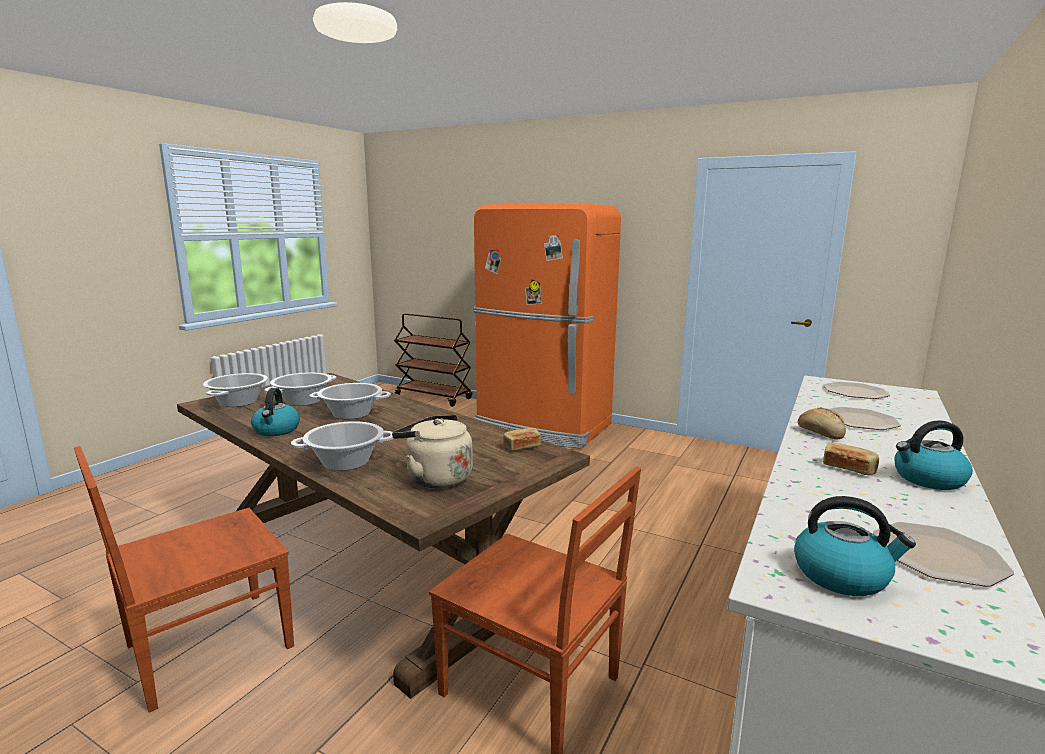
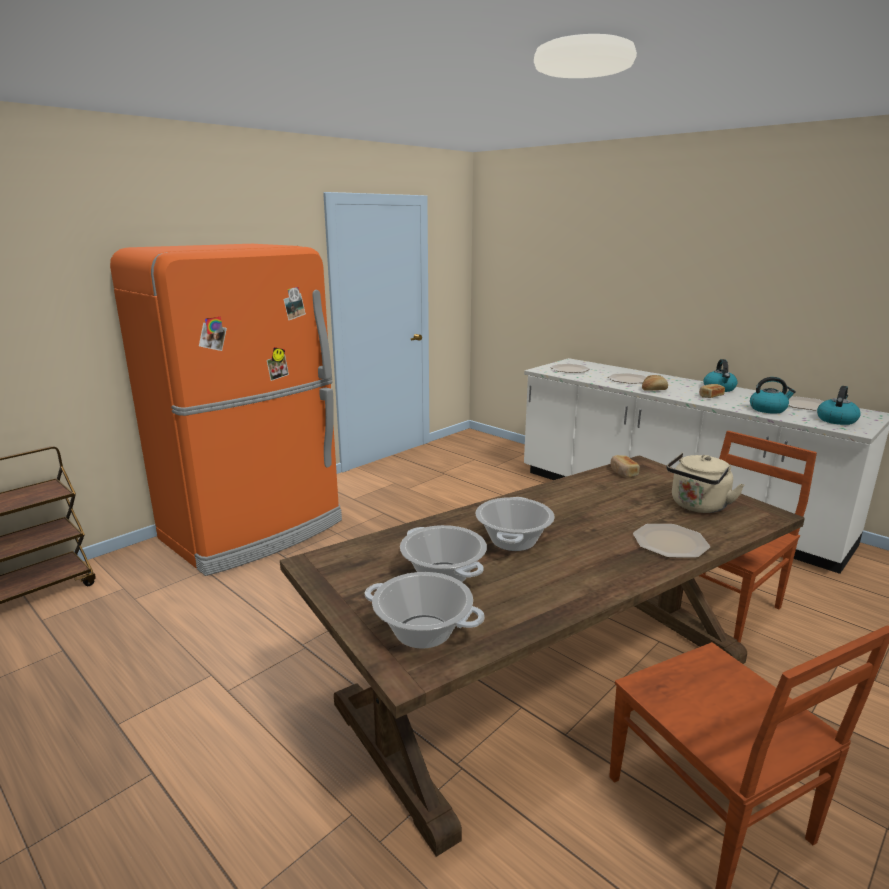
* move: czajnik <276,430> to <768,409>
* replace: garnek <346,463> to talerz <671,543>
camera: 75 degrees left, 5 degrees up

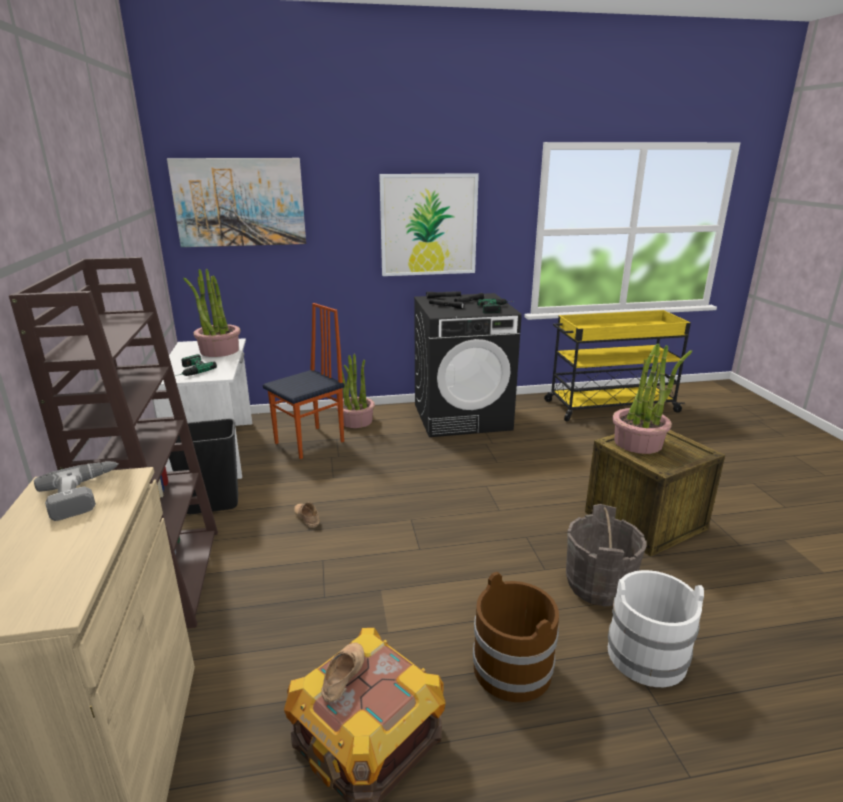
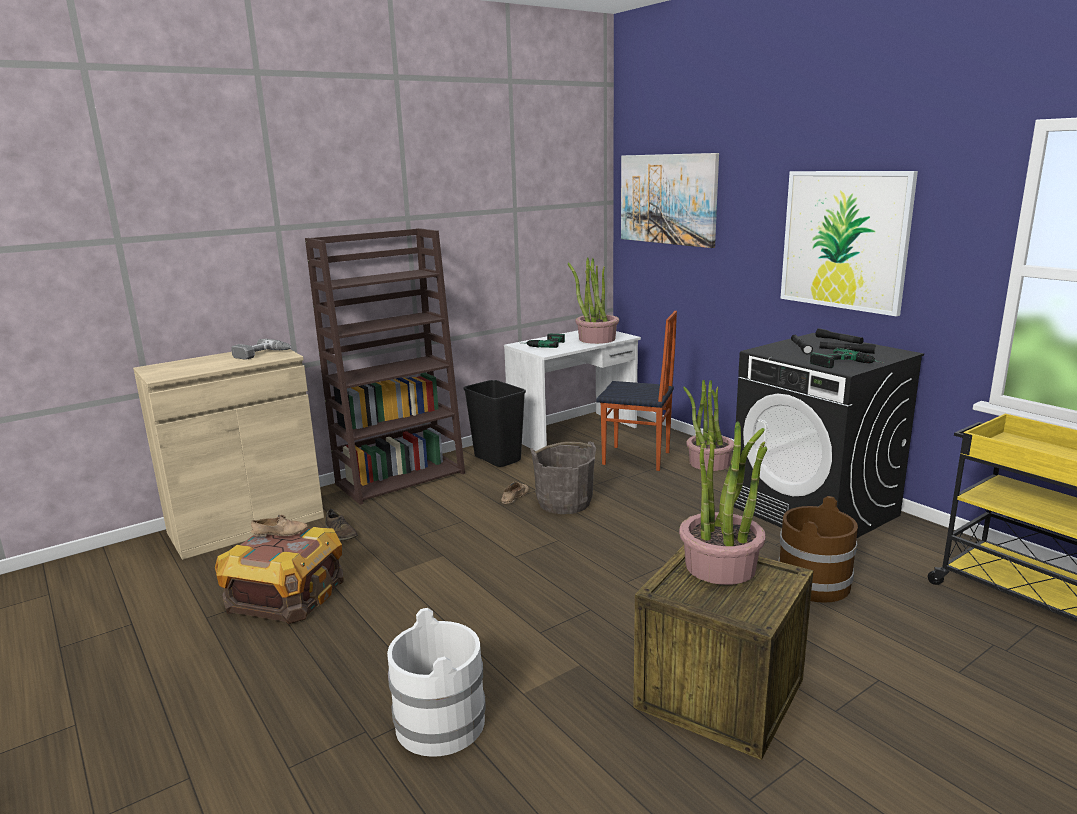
* move: wiadro/szary <598,585> to <564,502>
* move: wiadro/brązowy <511,668> to <813,583>
* insert: but/brązowy <341,532>
camera: 65 degrees right, 5 degrees down

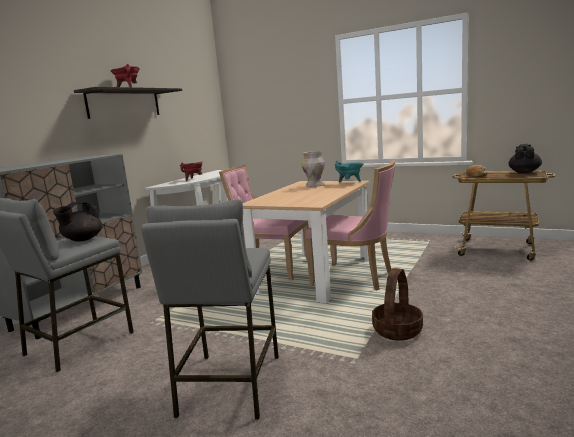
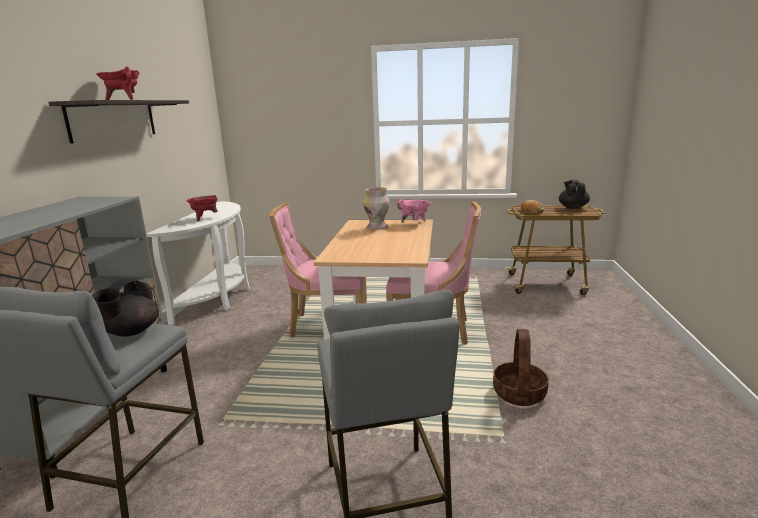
* recolor: garnek/turkusowy <349,183> to garnek/różowy <414,223>
camera: 20 degrees left, 5 degrees up

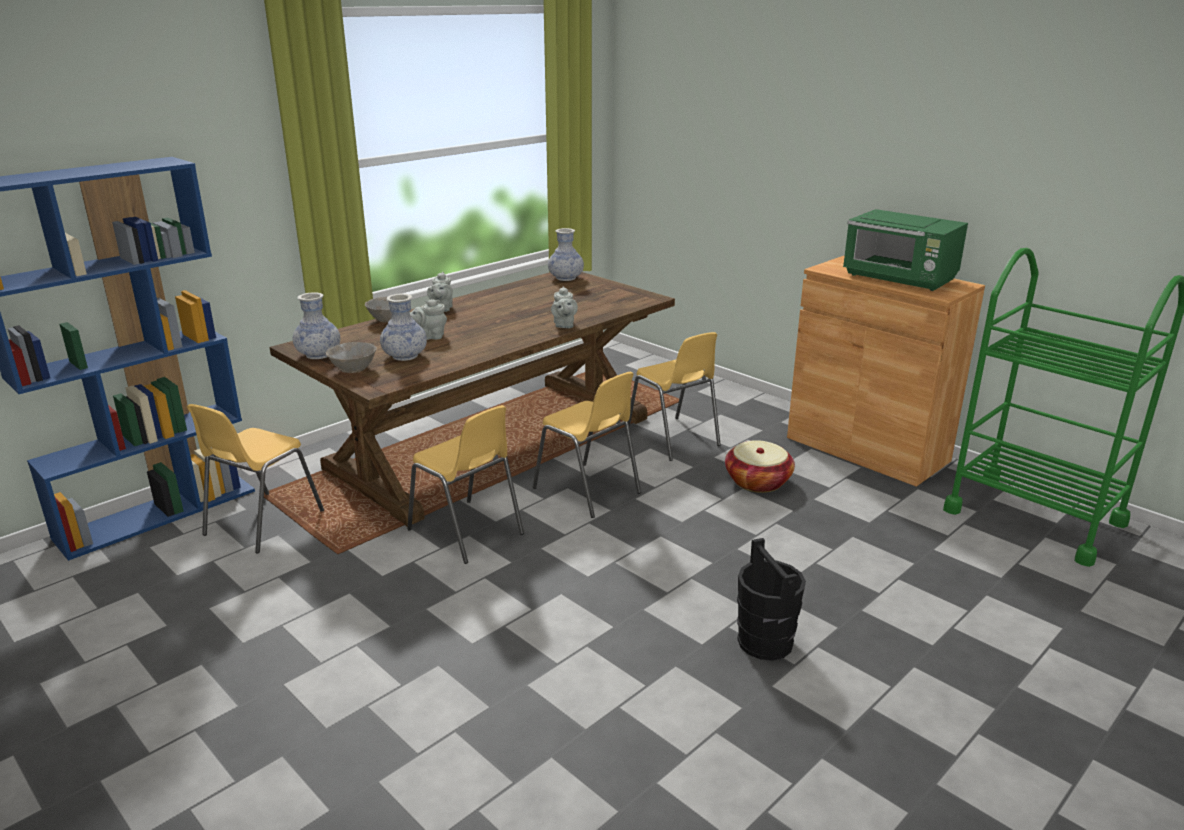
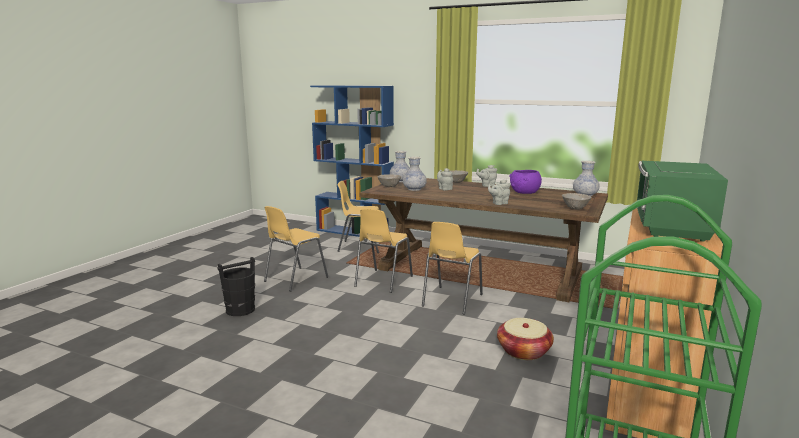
* move: krzesło/żółty <673,439> to <295,279>
* move: wiadro/czarny <765,641> to <241,310>
* insert: miska/fioletowy <524,193>
* insert: miska/szary <575,208>
camera: 70 degrees right, 10 degrees down

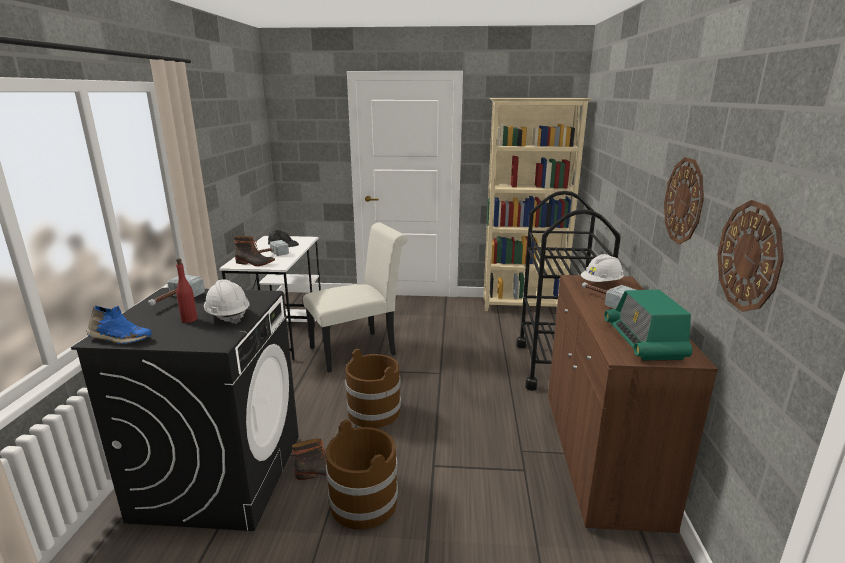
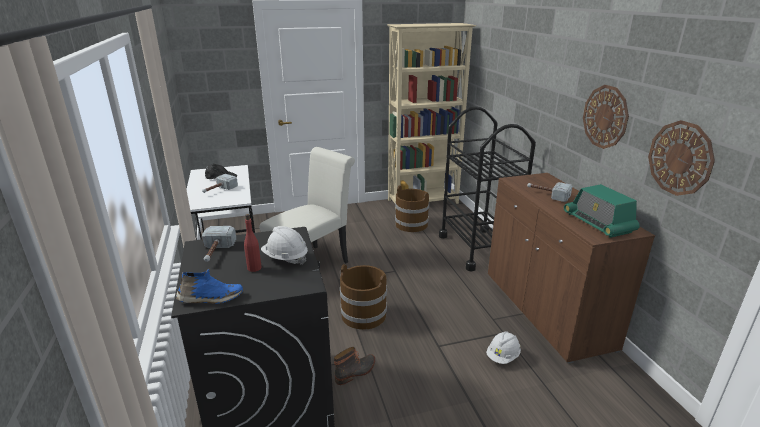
* delete: but z cholewką <254,263>
* move: kask/biały <601,283> to <503,356>
* move: wiadro/brązowy <363,502> to <411,224>
camera: 20 degrees left, 5 degrees up

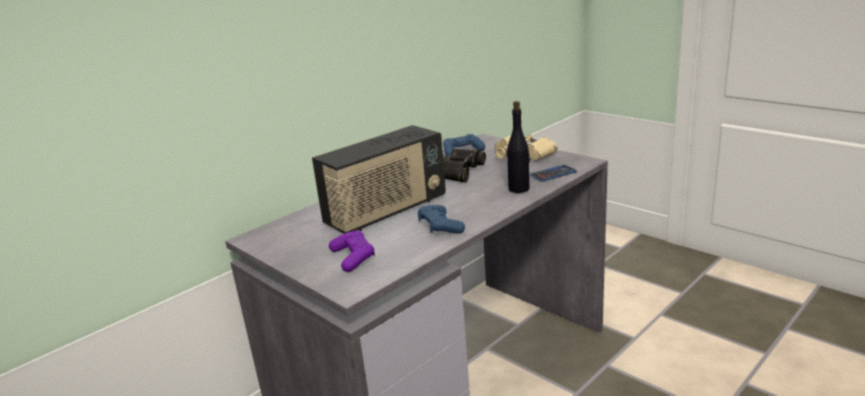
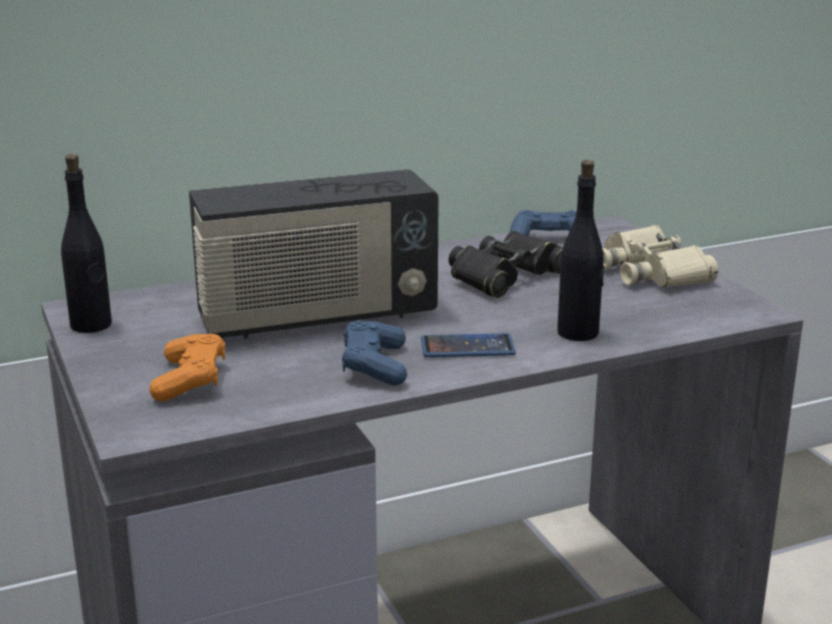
* move: telefon <553,174> to <467,347>
* recolor: pad do gier/fioletowy <353,257> to pad do gier/pomarańczowy <190,380>
* insert: butelka/czarny <91,325>
camera: 20 degrees right, 0 degrees up

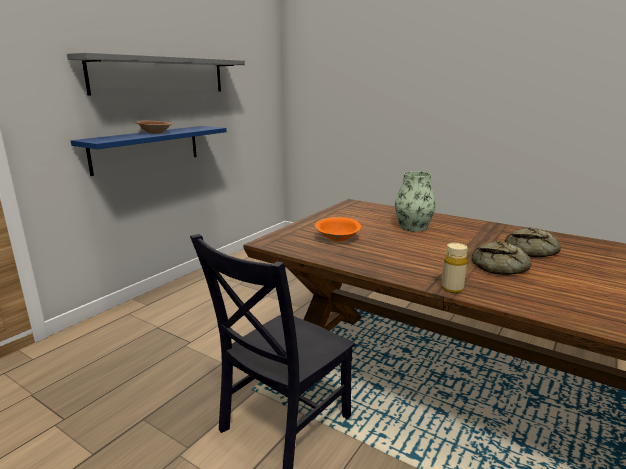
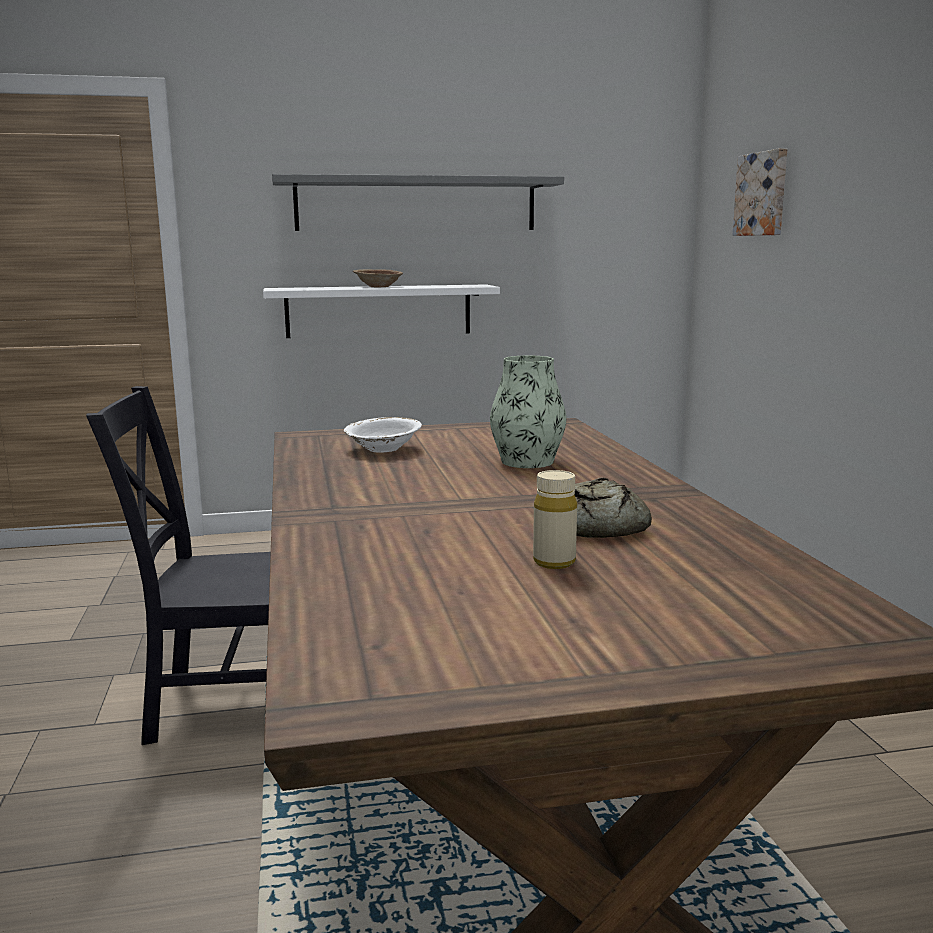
* recolor: półka/niebieski <146,149> to półka/biały <379,311>
* recolor: miska/pomarańczowy <337,238> to miska/biały <383,449>
* delete: chleb <501,266>
* move: butelka/beżowy <452,289> to <554,562>
* insert: obraz <763,194>
camera: 45 degrees right, 5 degrees down

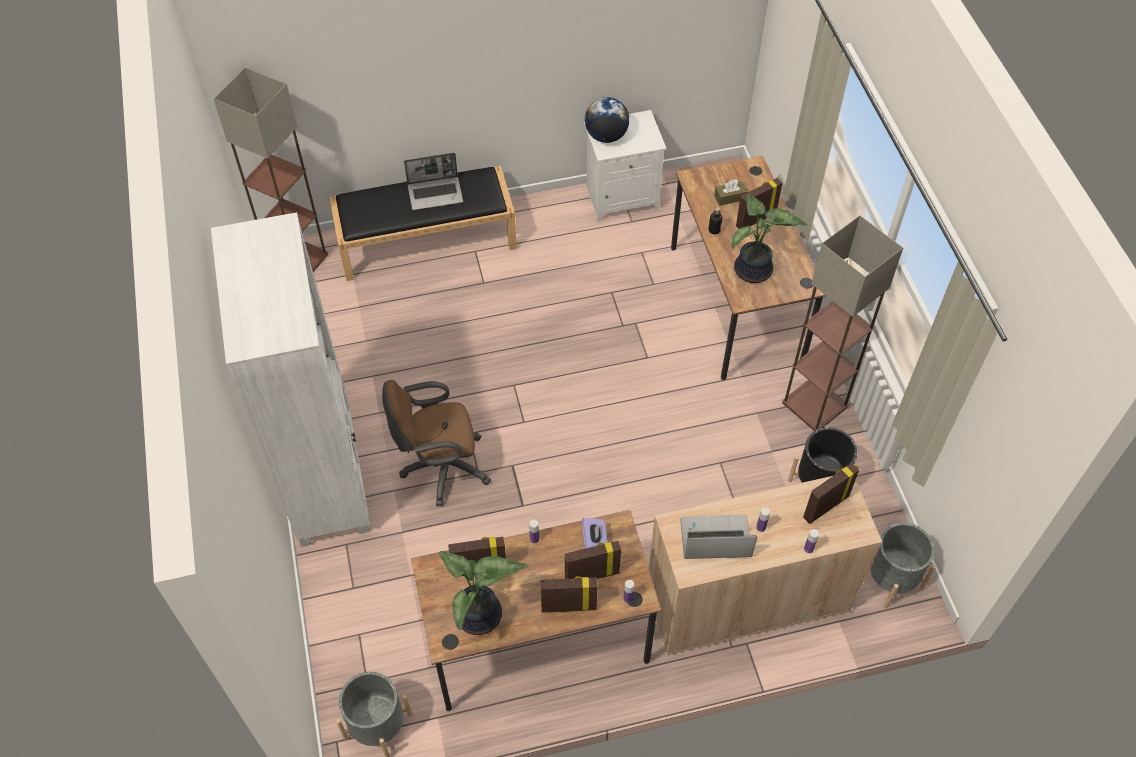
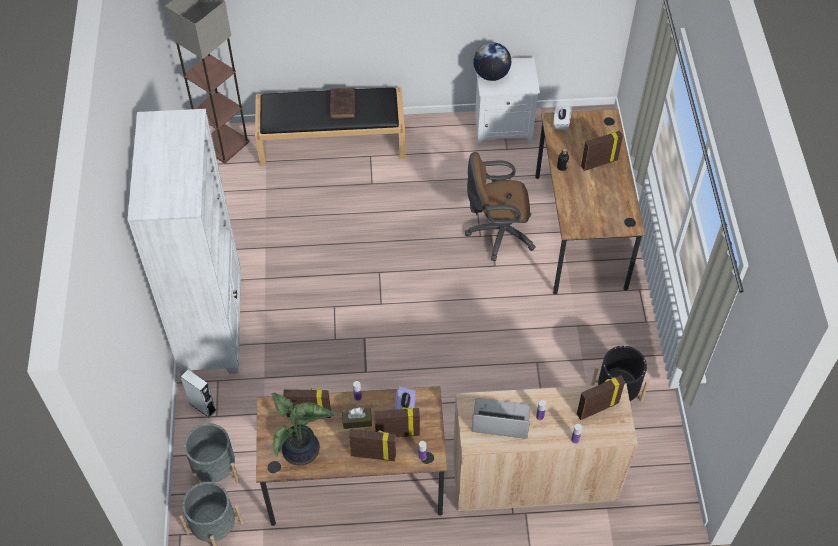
* replace: laptop <436,193> to książka/brązowy <342,104>
* move: pudełko chusteczek/brązowy <730,197> to <357,421>
* delete: roślina doniczkowa <753,273>
* delete: lampa stojąca <816,404>
* move: krzesło biurowe/brązowy <441,468> to <497,233>
* move: donica/szary <891,578> to <215,470>
* insert: pudełko chusteczek/biały <561,122>
* insert: głośnik/biały <202,406>
camera: 10 degrees right, 0 degrees up

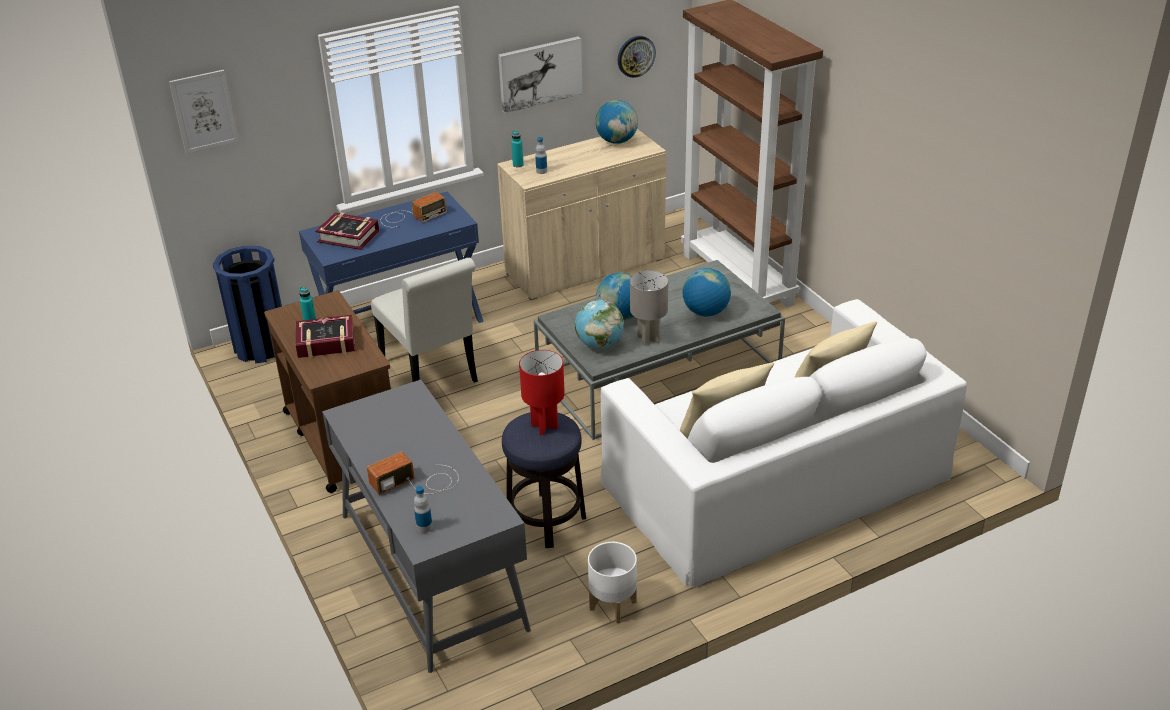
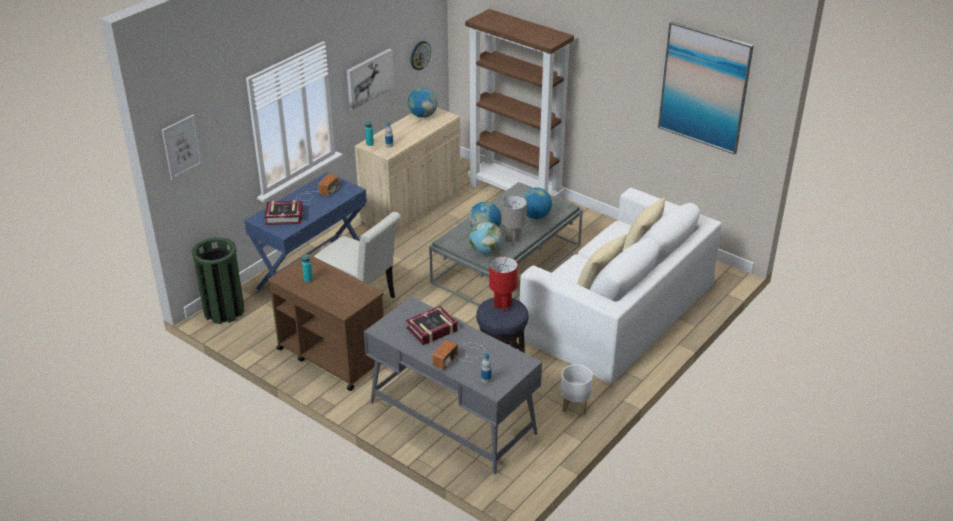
* recolor: kosz na śmieci/niebieski <261,347> to kosz na śmieci/zielony <224,311>
* move: książka <326,342> to <432,330>
* insert: obraz <704,87>
camera: 25 degrees left, 0 degrees up

